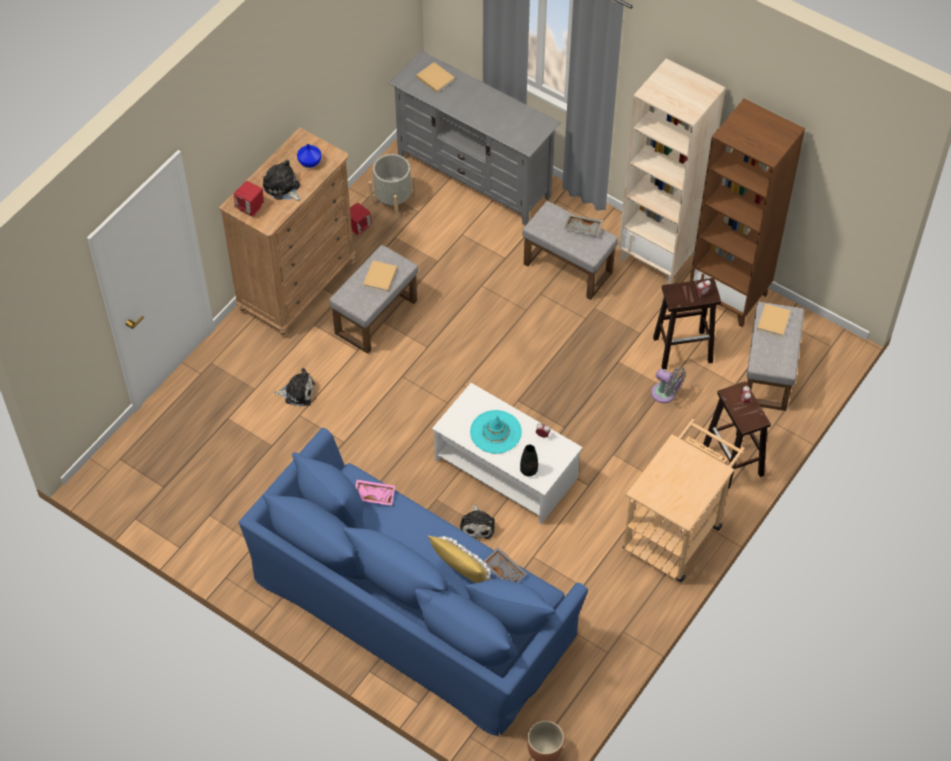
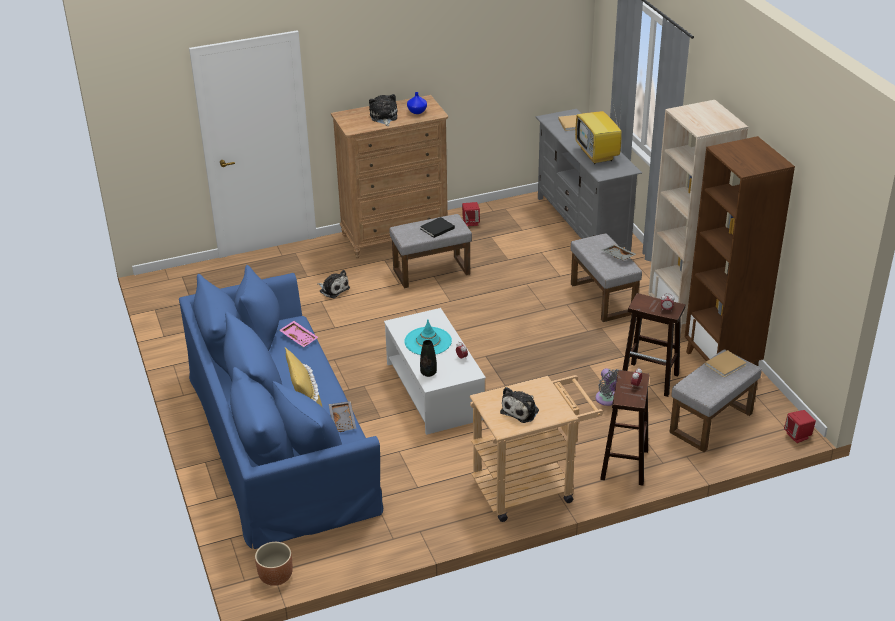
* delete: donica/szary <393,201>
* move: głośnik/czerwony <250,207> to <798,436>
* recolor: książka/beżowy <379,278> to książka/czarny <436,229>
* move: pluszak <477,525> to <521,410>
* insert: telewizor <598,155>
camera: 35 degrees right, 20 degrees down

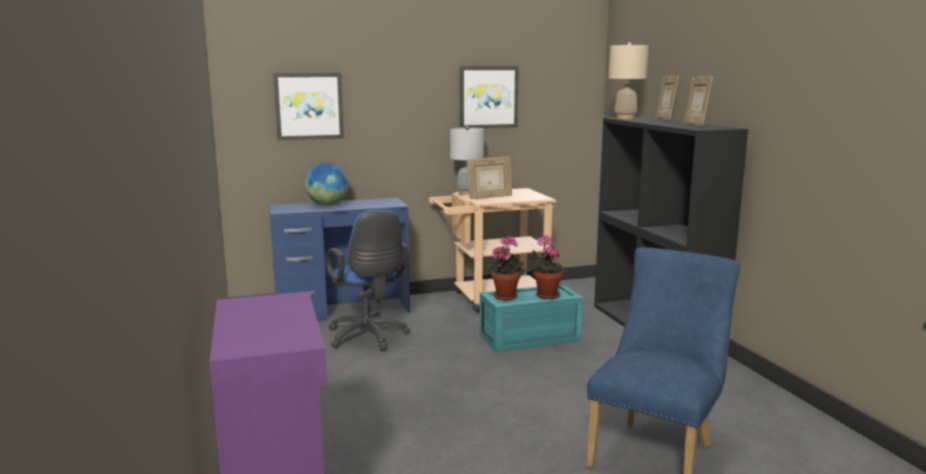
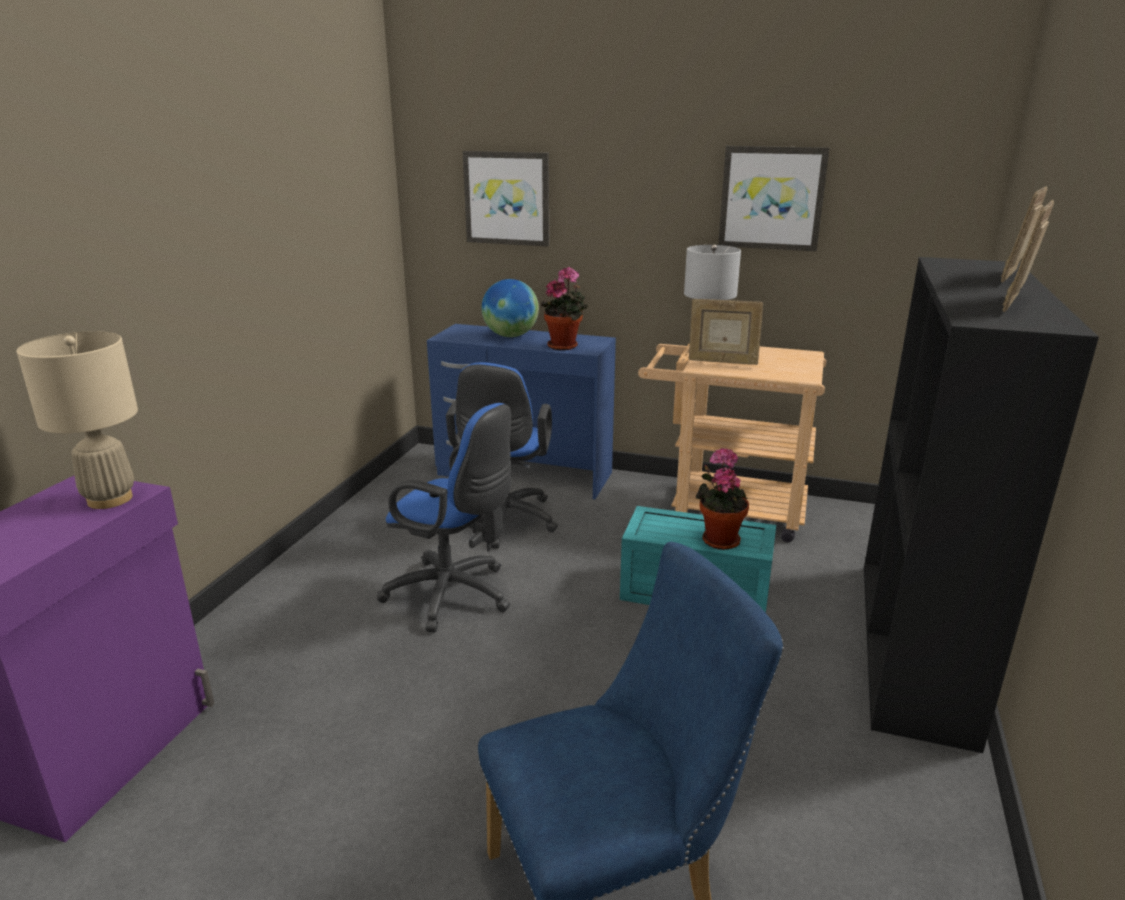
* move: lampa stołowa/beżowy <625,118> to <110,499>
* move: roślina doniczkowa <506,296> to <565,346>
* insert: krzesło biurowe/niebieski <455,596>
camera: 35 degrees right, 10 degrees up

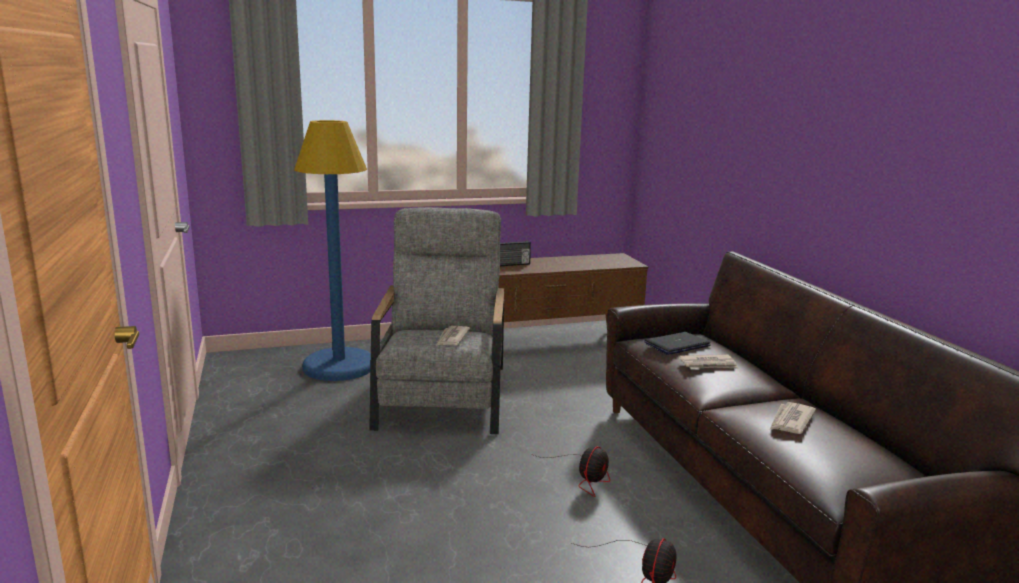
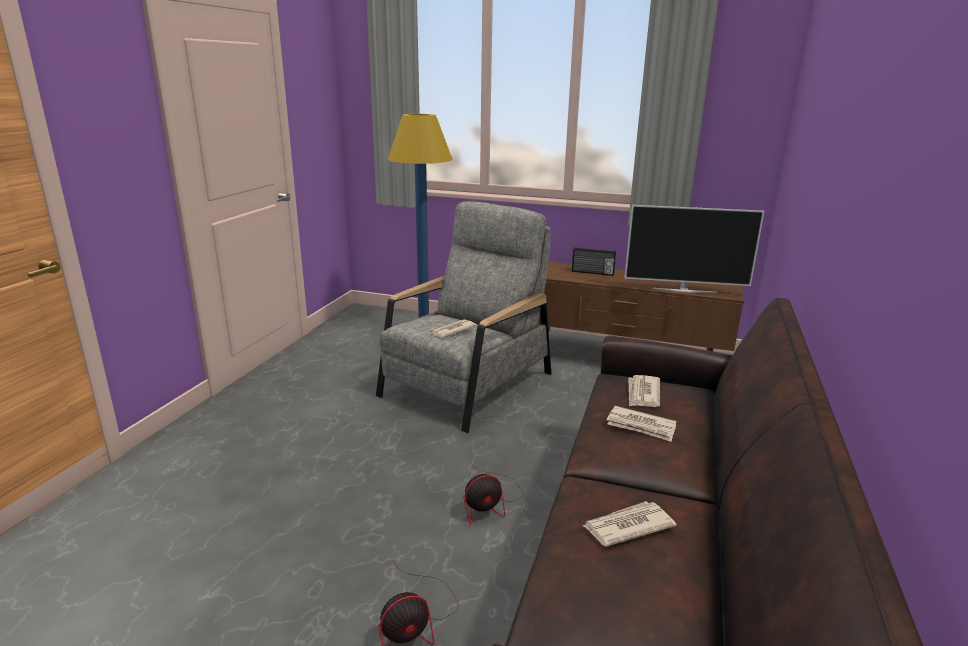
* replace: laptop <677,344> to gazeta <643,394>
* insert: telewizor <684,290>
camera: 35 degrees right, 5 degrees up

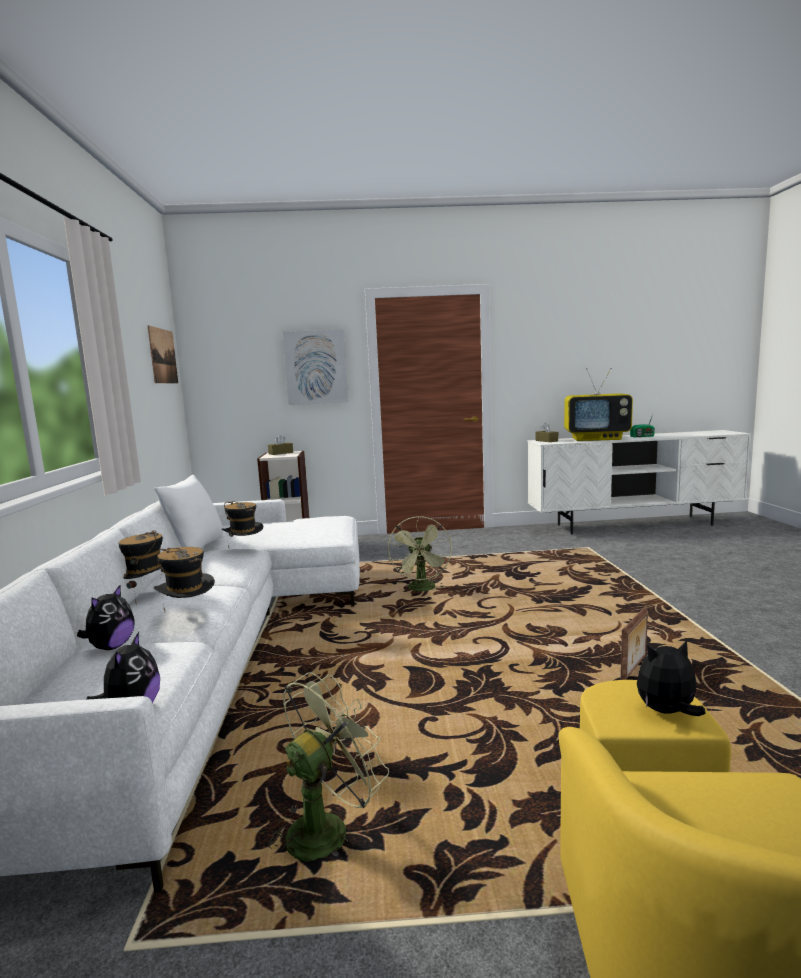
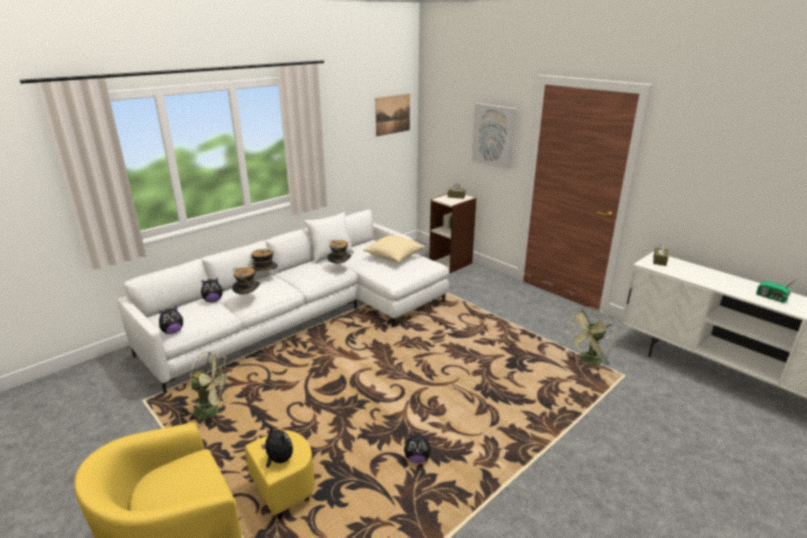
* delete: telewizor <597,439>
* move: wentylator/zielony <422,589> to <588,361>
* replace: ramka na zdjęcie <634,670> to pluszak <417,458>
* insert: poduszka/beżowy <394,257>
camera: 50 degrees right, 15 degrees up

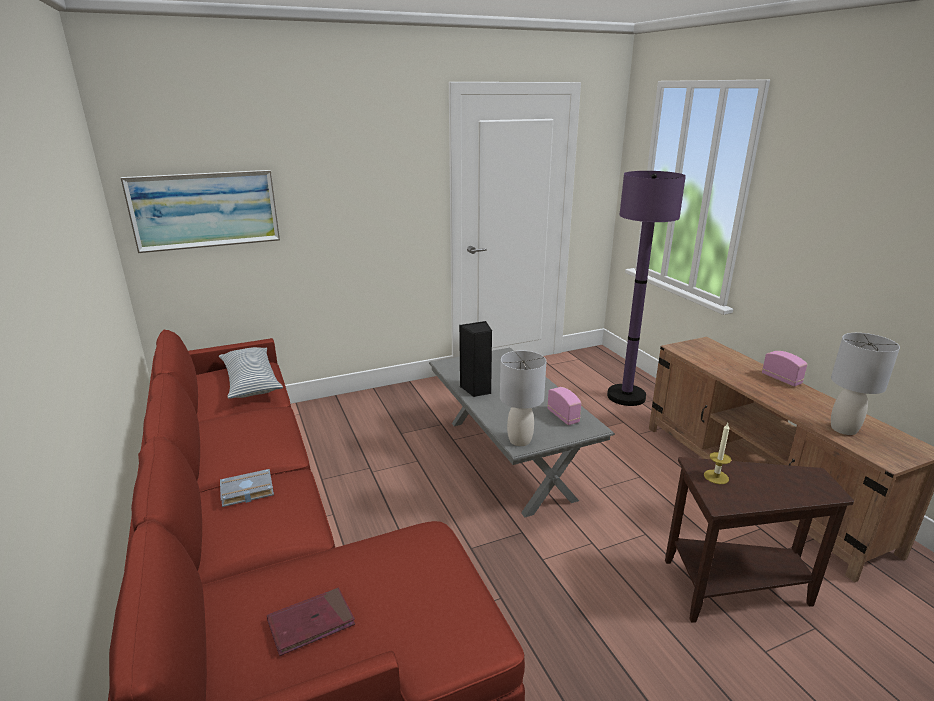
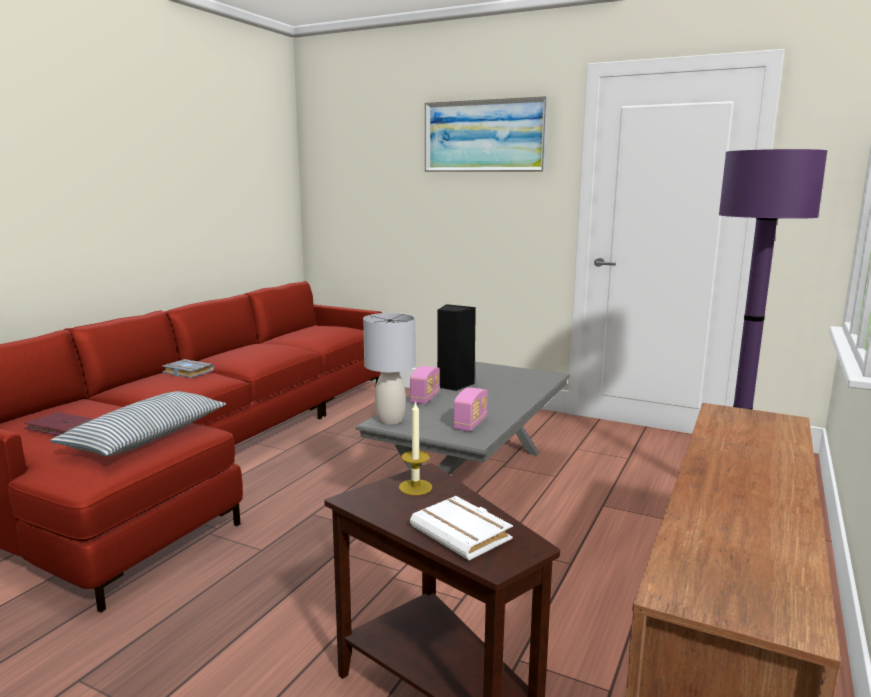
* move: obraz <205,210> to <484,136>
* delete: lampa stołowa/szary <844,429>
* move: poduszka <250,381> to <147,437>
* move: radio <781,379> to <425,398>
* insert: książka/biały <464,534>
camera: 50 degrees right, 10 degrees down

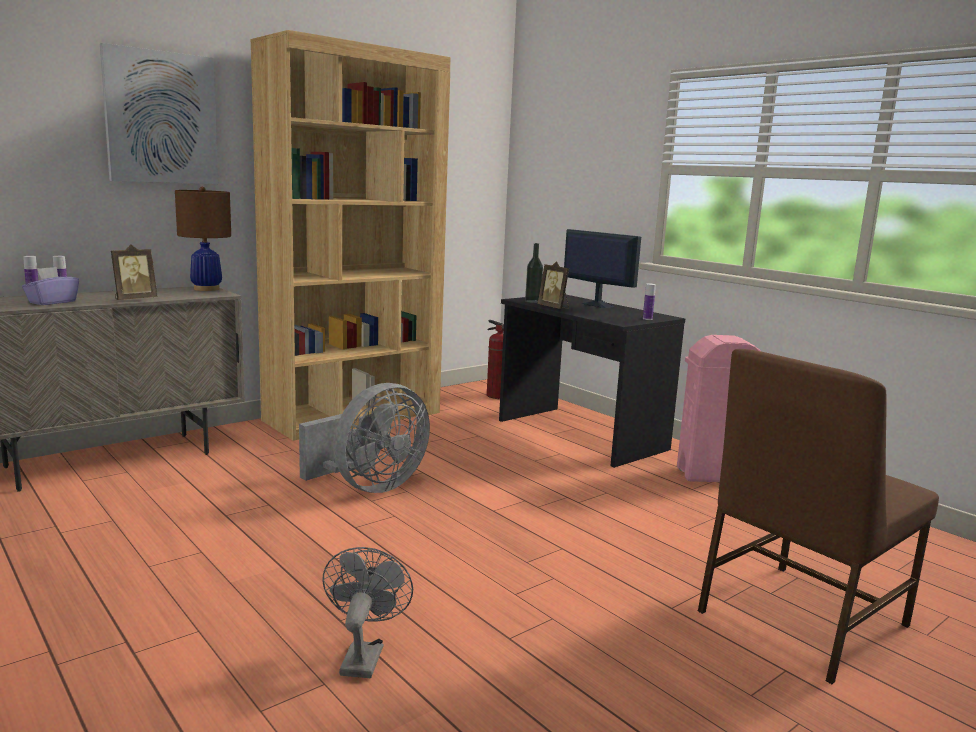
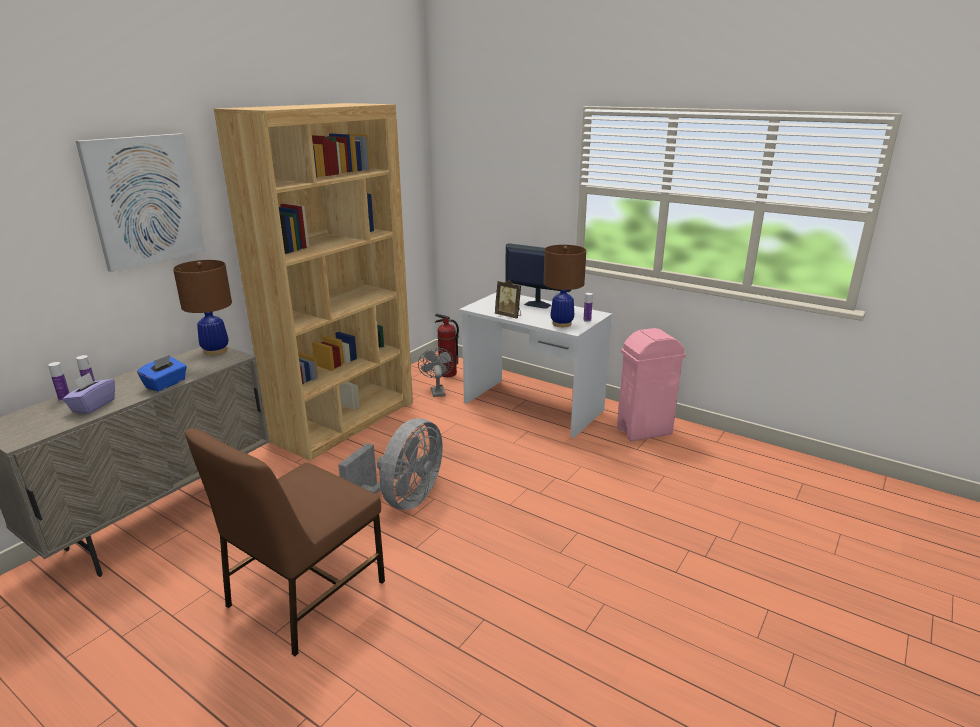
* delete: butelka <532,301>
* replace: ramka na zdjęcie <134,299> to pudełko chusteczek/niebieski <166,384>
* recolor: biurko/czarny <579,435> to biurko/biały <532,407>
* move: krzesło/brązowy <799,619> to <303,594>
* move: wentylator/szary <363,655> to <437,390>
* insert: lampa stołowa/brązowy <561,324>
camera: 15 degrees left, 10 degrees up

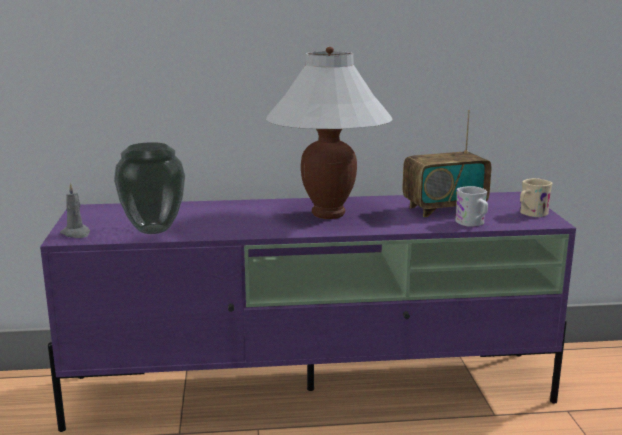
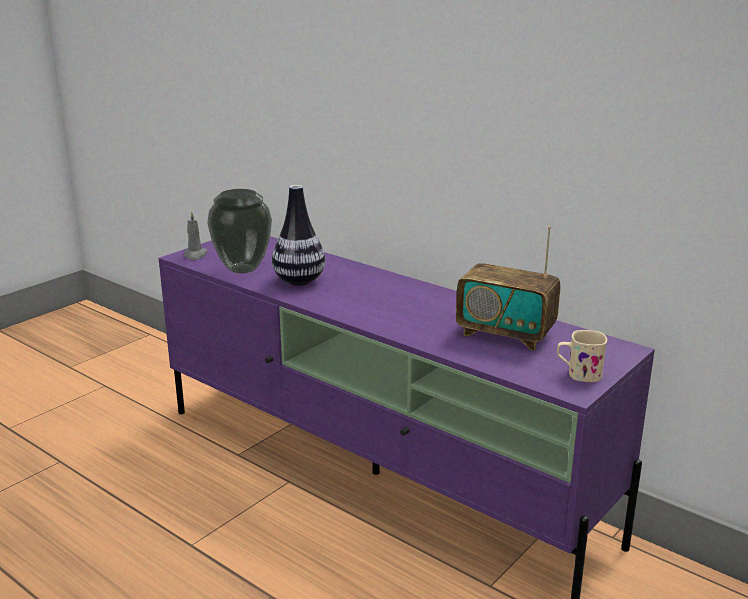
* delete: lampa stołowa/biały <329,214>
* delete: kubek/biały <472,224>
* insert: wazon <299,281>
camera: 45 degrees right, 5 degrees up

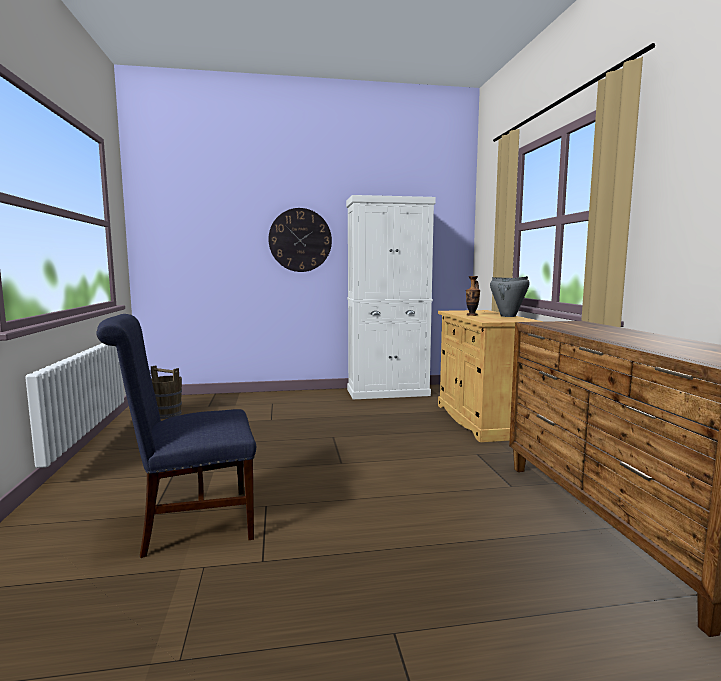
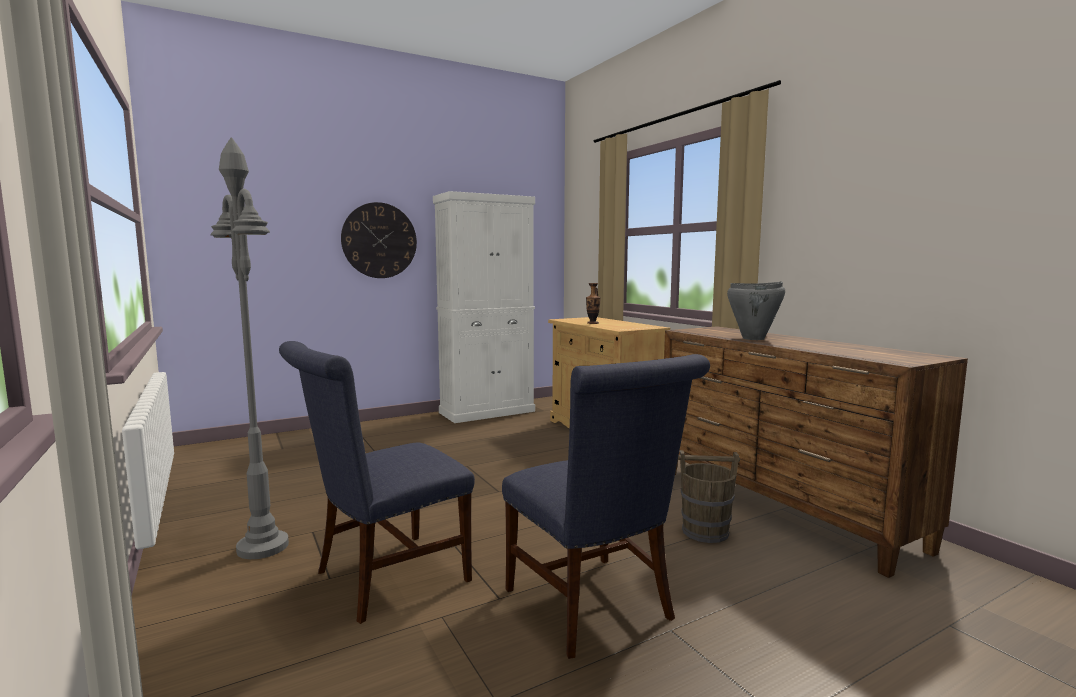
* move: garnek/szary <508,316> to <754,338>
* move: wiadro/brązowy <167,414> to <704,532>
* insert: lampa stojąca/szary <262,547>
* insert: krzesło/niebieski <594,608>
camera: 20 degrees left, 0 degrees up

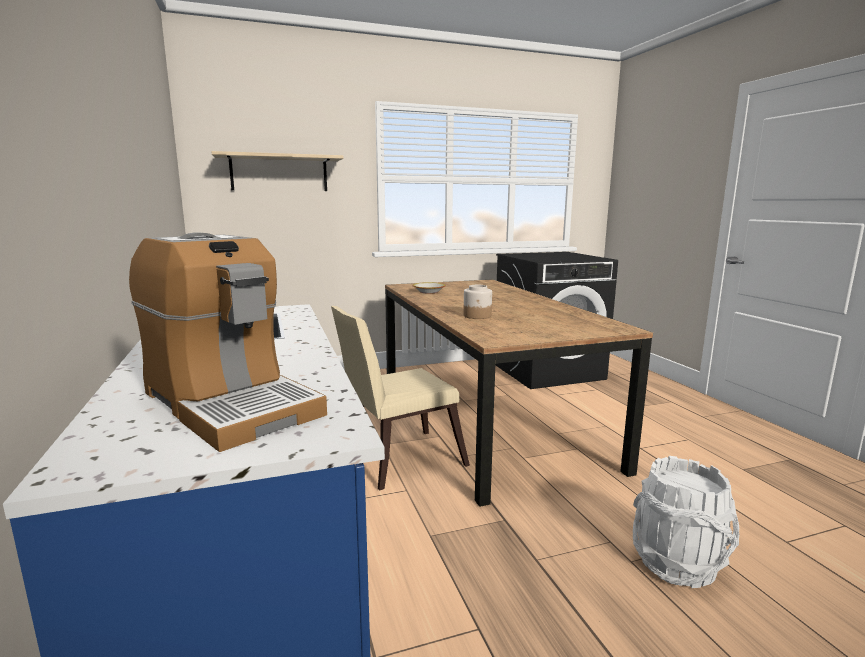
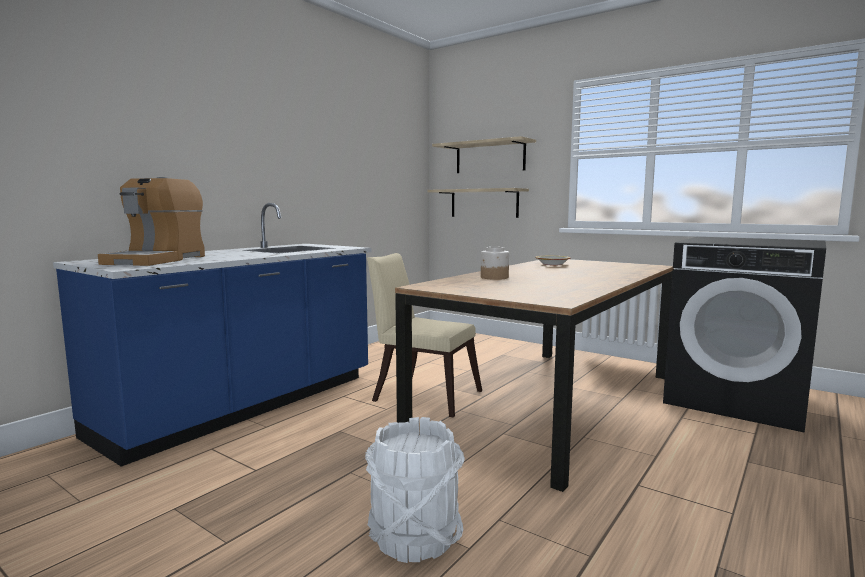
* insert: półka <484,203>
camera: 55 degrees right, 5 degrees down

